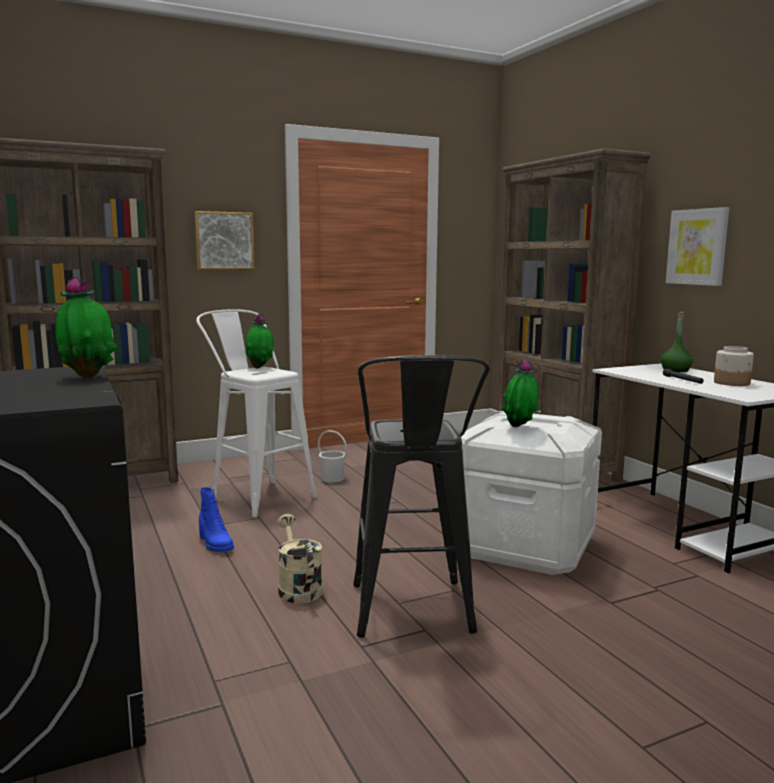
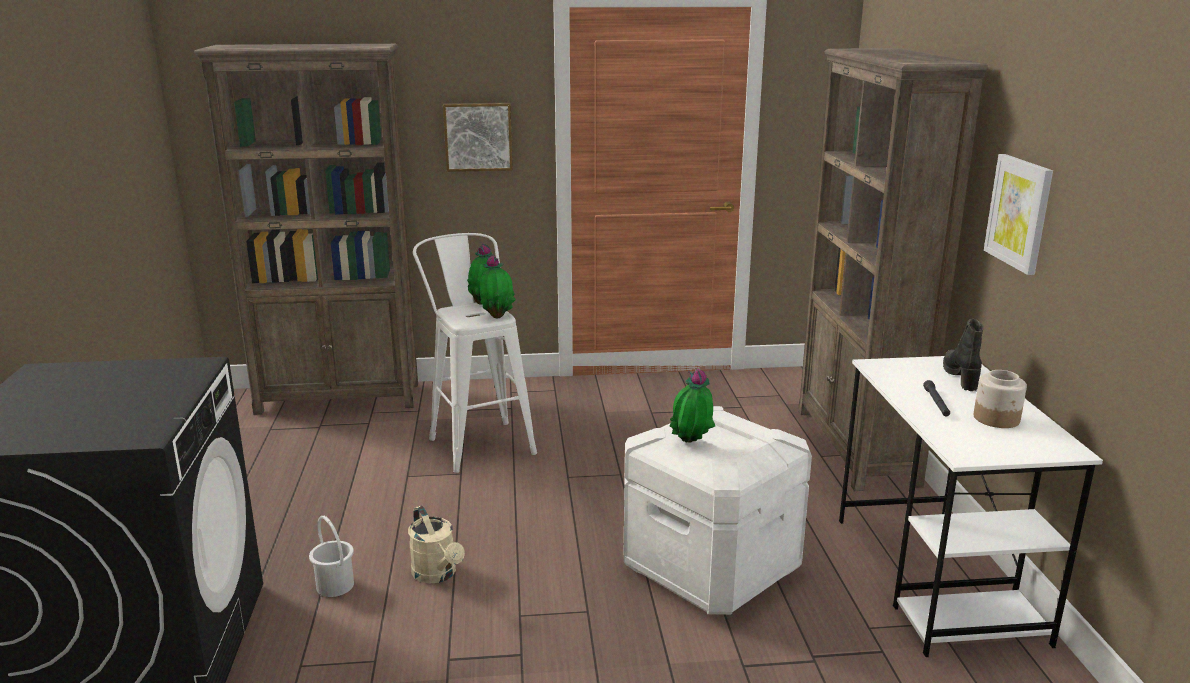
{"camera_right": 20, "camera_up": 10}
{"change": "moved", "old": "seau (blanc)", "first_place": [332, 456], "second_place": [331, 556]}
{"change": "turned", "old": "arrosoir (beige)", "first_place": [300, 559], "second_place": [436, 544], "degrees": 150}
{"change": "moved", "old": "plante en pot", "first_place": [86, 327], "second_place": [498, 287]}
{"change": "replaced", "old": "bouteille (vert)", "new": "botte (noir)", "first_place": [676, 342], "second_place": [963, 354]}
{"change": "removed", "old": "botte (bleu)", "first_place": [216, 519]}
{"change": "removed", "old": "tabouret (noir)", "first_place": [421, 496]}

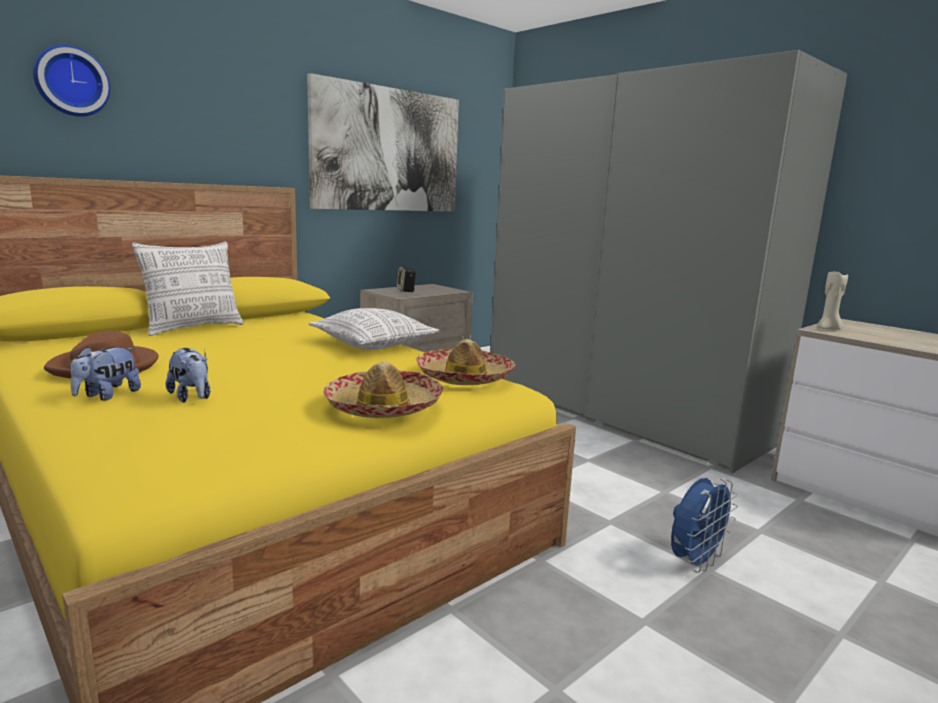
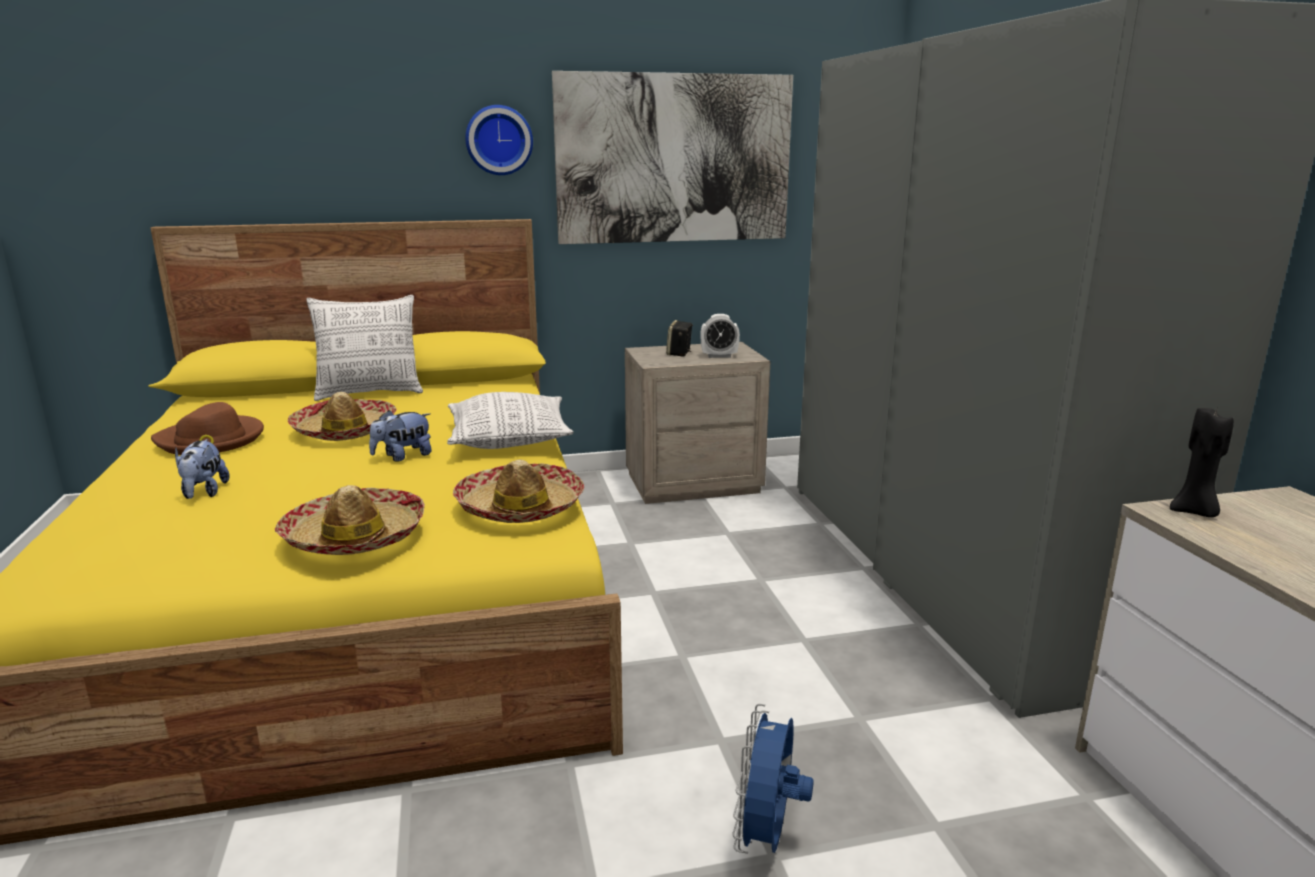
{"camera_right": 30, "camera_up": 5}
{"change": "added", "new": "chapeau", "second_place": [342, 416]}
{"change": "moved", "old": "peluche", "first_place": [106, 373], "second_place": [400, 436]}
{"change": "moved", "old": "horloge murale", "first_place": [71, 81], "second_place": [499, 140]}
{"change": "added", "new": "réveil", "second_place": [720, 336]}
{"change": "turned", "old": "ventilateur (bleu)", "first_place": [704, 525], "second_place": [773, 779], "degrees": 120}
{"change": "recoloured", "old": "bougie (beige)", "new": "bougie (noir)", "first_place": [832, 301], "second_place": [1202, 461]}

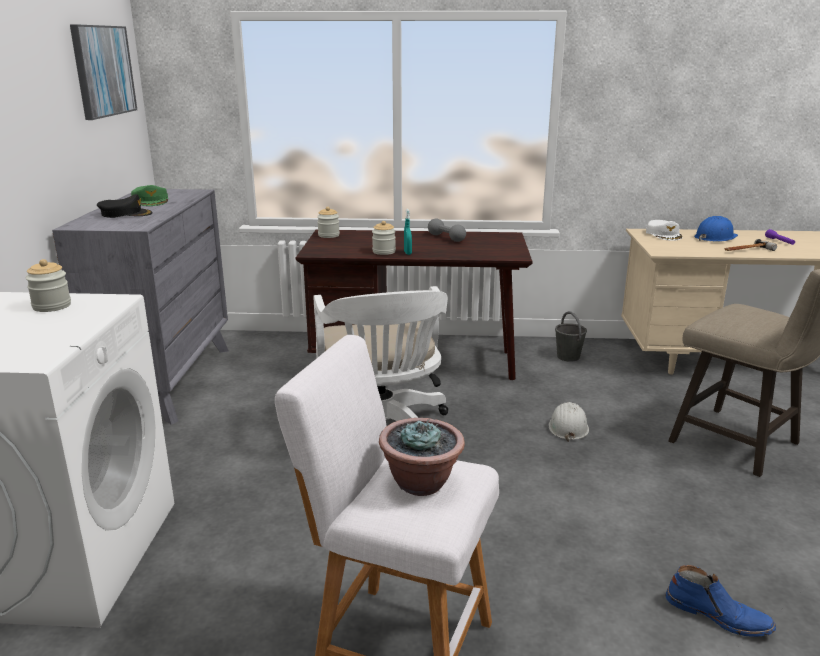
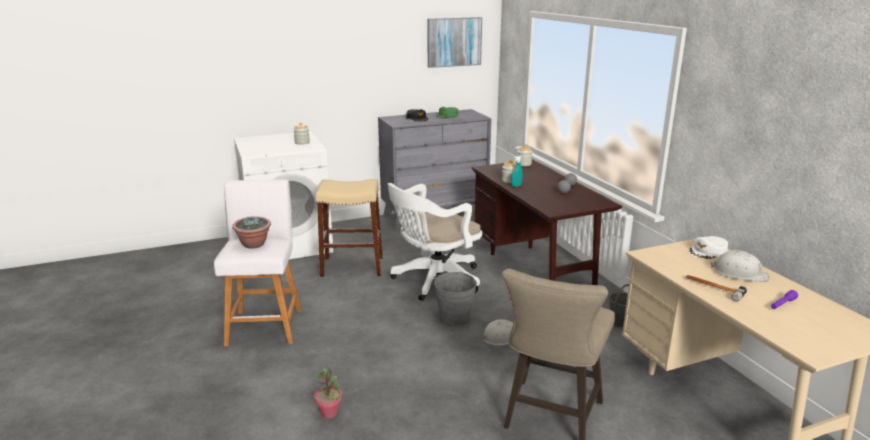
{"camera_right": 65, "camera_up": 0}
{"change": "replaced", "old": "botte (bleu)", "new": "plante en pot", "first_place": [720, 601], "second_place": [328, 393]}
{"change": "added", "new": "tabouret (beige)", "second_place": [349, 228]}
{"change": "added", "new": "seau (gris)", "second_place": [455, 298]}
{"change": "recoloured", "old": "casque de chantier (bleu)", "new": "casque de chantier (blanc)", "first_place": [716, 229], "second_place": [739, 266]}

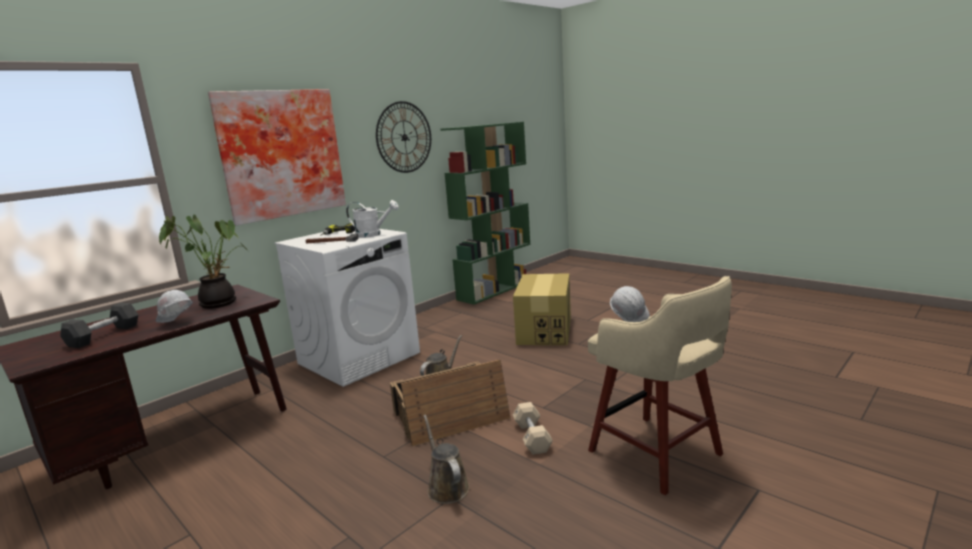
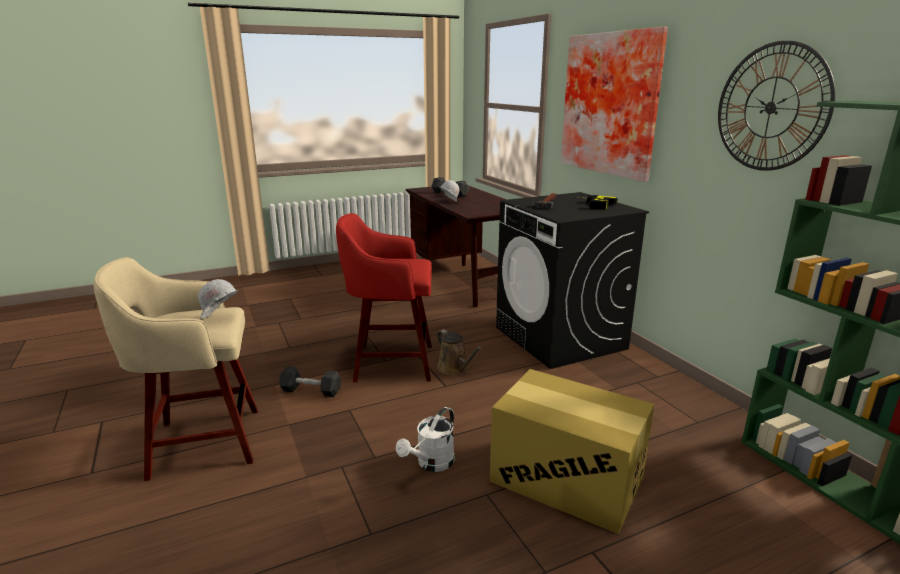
{"camera_right": 110, "camera_up": 5}
{"change": "recoloured", "old": "haltère (beige)", "new": "haltère (noir)", "first_place": [533, 428], "second_place": [310, 381]}
{"change": "replaced", "old": "caisse", "new": "tabouret (rouge)", "first_place": [450, 402], "second_place": [384, 297]}
{"change": "moved", "old": "arrosoir (blanc)", "first_place": [372, 219], "second_place": [425, 439]}
{"change": "recoloured", "old": "lave-linge (blanc)", "new": "lave-linge (noir)", "first_place": [347, 308], "second_place": [572, 280]}
{"change": "removed", "old": "plante en pot", "first_place": [203, 262]}
{"change": "removed", "old": "arrosoir (marron)", "first_place": [446, 459]}

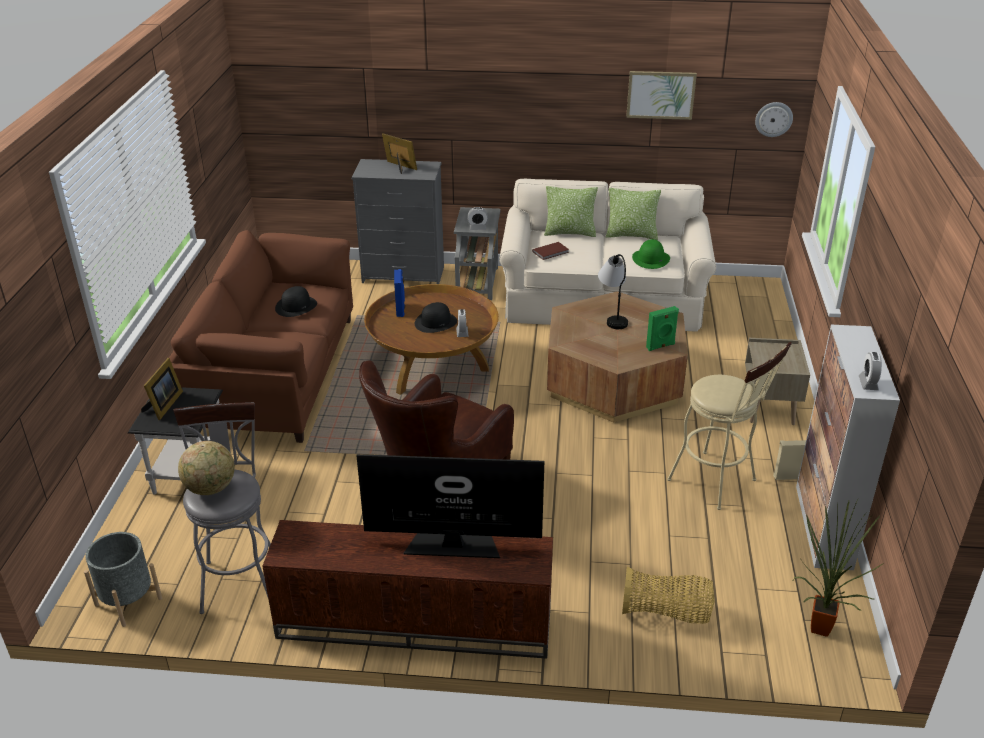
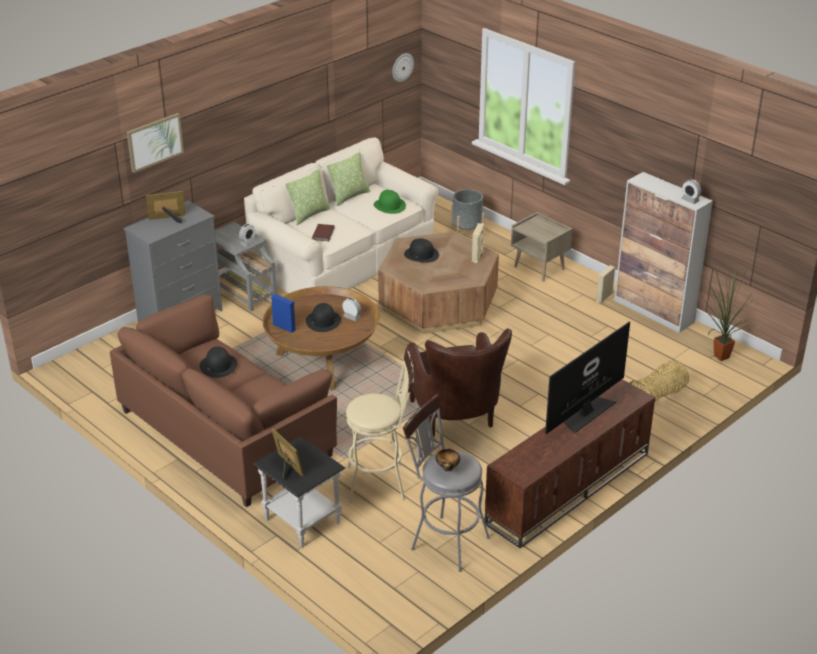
{"camera_right": -50, "camera_up": 0}
{"change": "moved", "old": "tableau", "first_place": [661, 95], "second_place": [155, 143]}
{"change": "moved", "old": "tabouret (beige)", "first_place": [729, 426], "second_place": [380, 425]}
{"change": "replaced", "old": "lampe de table", "new": "chapeau (noir)", "first_place": [613, 291], "second_place": [421, 250]}
{"change": "replaced", "old": "globe", "new": "bol", "first_place": [206, 468], "second_place": [447, 460]}
{"change": "moved", "old": "cache-pot (gris)", "first_place": [123, 579], "second_place": [467, 213]}
{"change": "recoloured", "old": "enceinte (vert)", "new": "enceinte (beige)", "first_place": [662, 328], "second_place": [478, 243]}

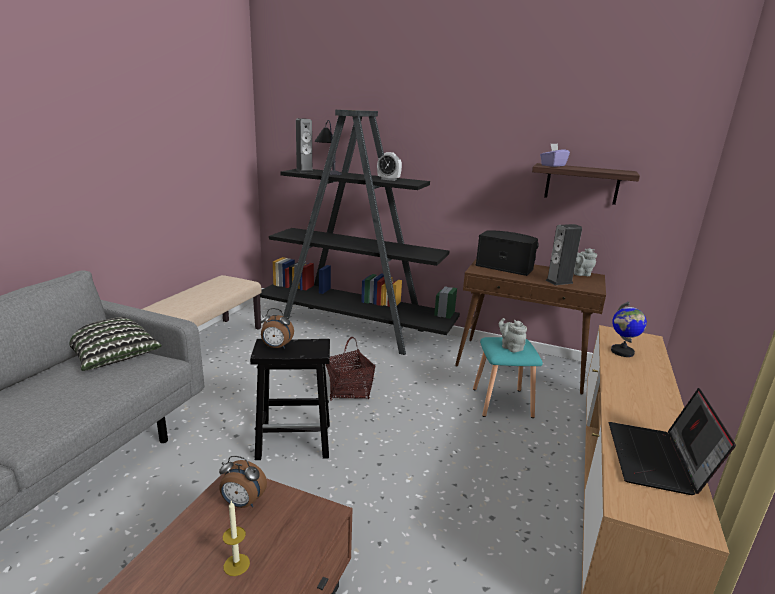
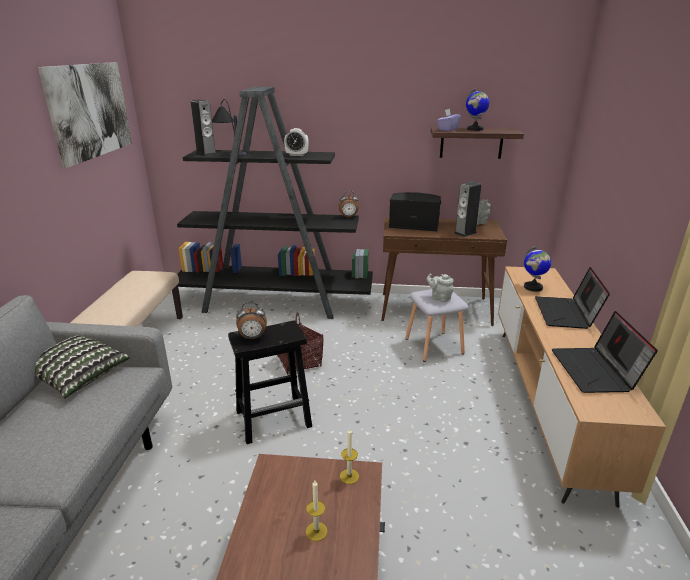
{"camera_right": -15, "camera_up": 5}
{"change": "added", "new": "tableau", "second_place": [85, 115]}
{"change": "moved", "old": "réveil", "first_place": [243, 482], "second_place": [349, 204]}
{"change": "added", "new": "bougie", "second_place": [349, 456]}
{"change": "recoloured", "old": "tabouret (turquoise)", "new": "tabouret (gris)", "first_place": [508, 377], "second_place": [437, 325]}
{"change": "added", "new": "globe", "second_place": [478, 109]}
{"change": "added", "new": "ordinateur portable", "second_place": [572, 298]}

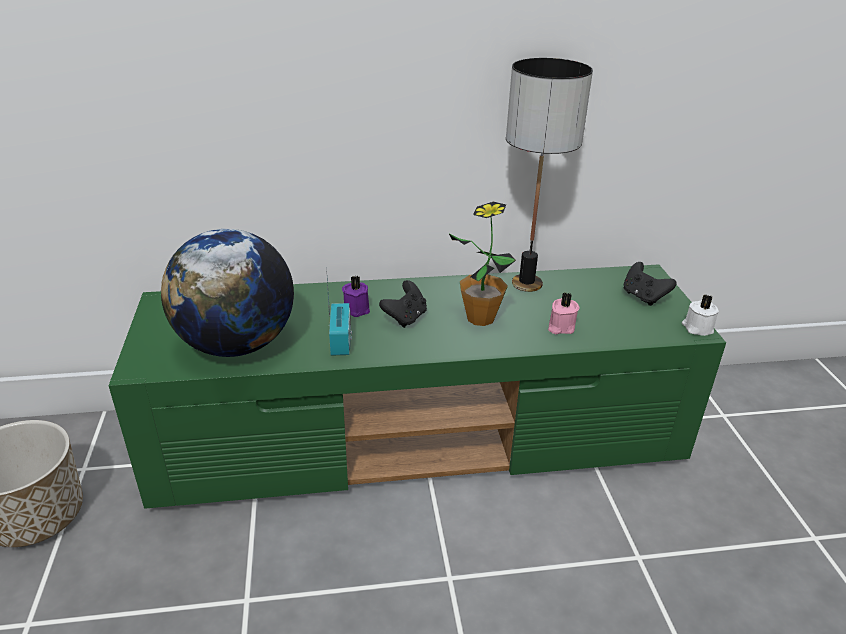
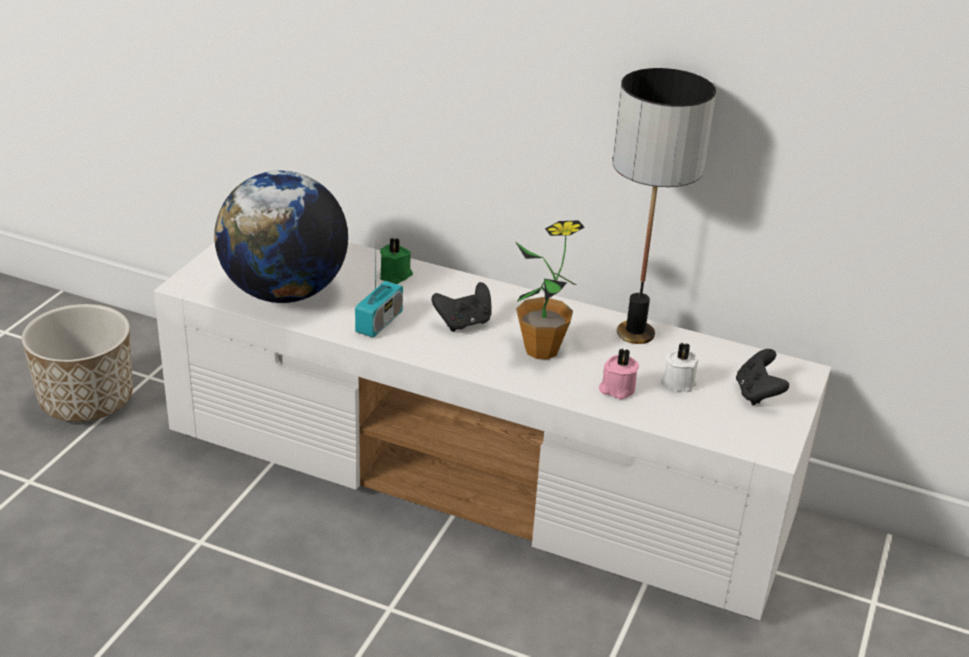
{"camera_right": 30, "camera_up": 0}
{"change": "recoloured", "old": "meuble télé (vert)", "new": "meuble télé (blanc)", "first_place": [417, 386], "second_place": [492, 431]}
{"change": "added", "new": "bougie (vert)", "second_place": [396, 261]}
{"change": "moved", "old": "bougie (blanc)", "first_place": [700, 315], "second_place": [679, 367]}
{"change": "removed", "old": "bougie (violet)", "first_place": [356, 296]}

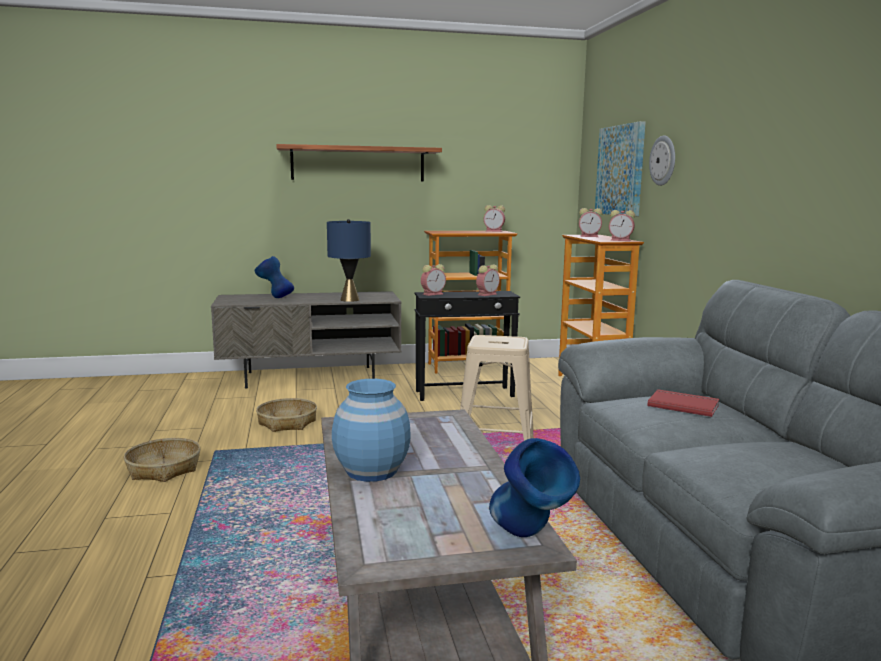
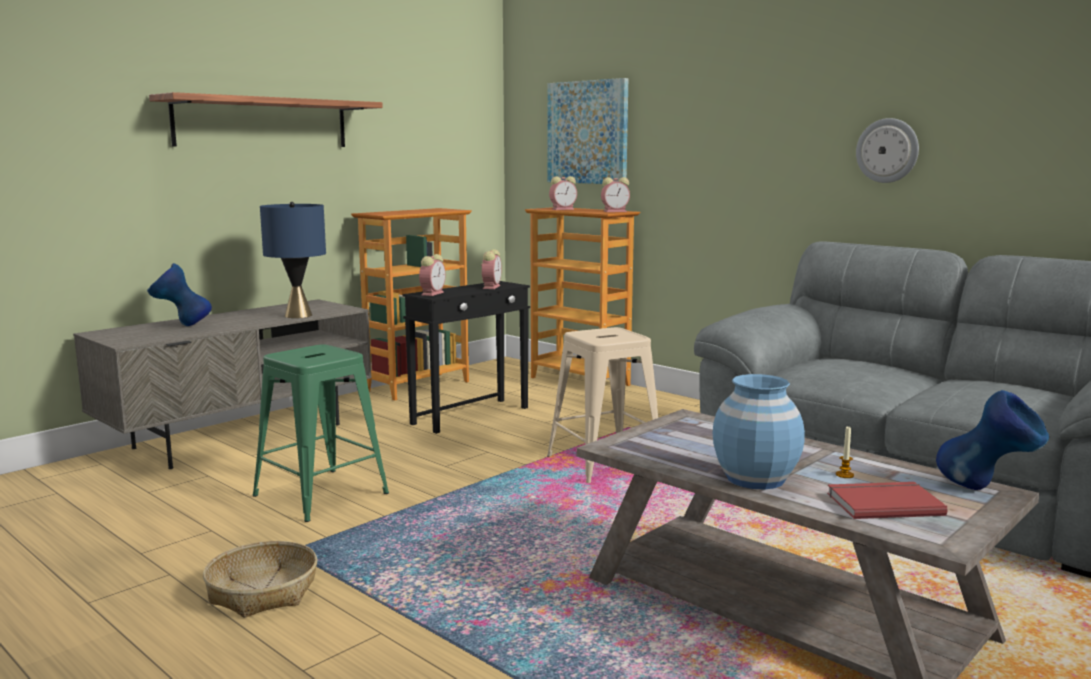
{"camera_right": -35, "camera_up": 0}
{"change": "replaced", "old": "panier", "new": "tabouret (vert)", "first_place": [286, 415], "second_place": [321, 433]}
{"change": "moved", "old": "livre (rouge)", "first_place": [683, 403], "second_place": [887, 500]}
{"change": "added", "new": "bougie", "second_place": [845, 452]}
{"change": "moved", "old": "horloge murale", "first_place": [662, 161], "second_place": [887, 150]}
{"change": "removed", "old": "réveil", "first_place": [494, 218]}

